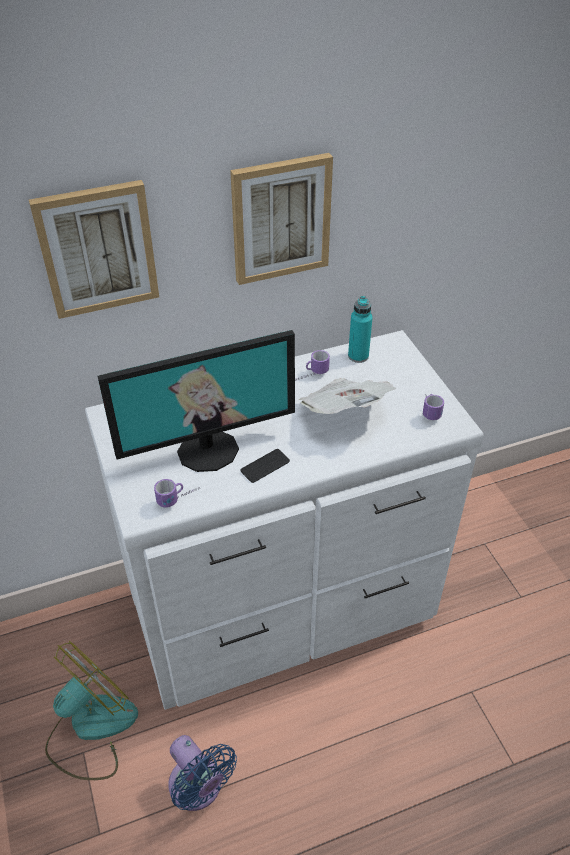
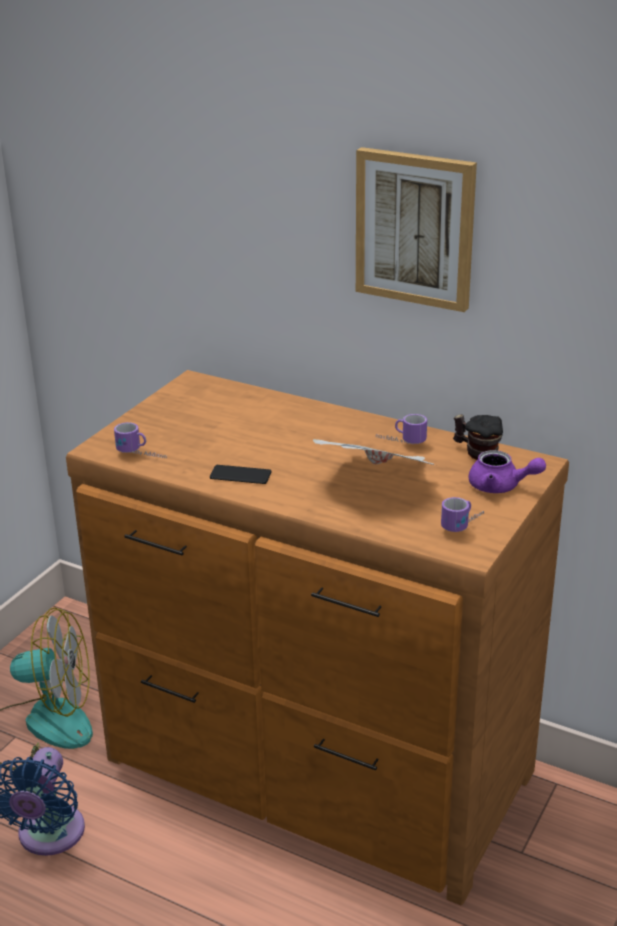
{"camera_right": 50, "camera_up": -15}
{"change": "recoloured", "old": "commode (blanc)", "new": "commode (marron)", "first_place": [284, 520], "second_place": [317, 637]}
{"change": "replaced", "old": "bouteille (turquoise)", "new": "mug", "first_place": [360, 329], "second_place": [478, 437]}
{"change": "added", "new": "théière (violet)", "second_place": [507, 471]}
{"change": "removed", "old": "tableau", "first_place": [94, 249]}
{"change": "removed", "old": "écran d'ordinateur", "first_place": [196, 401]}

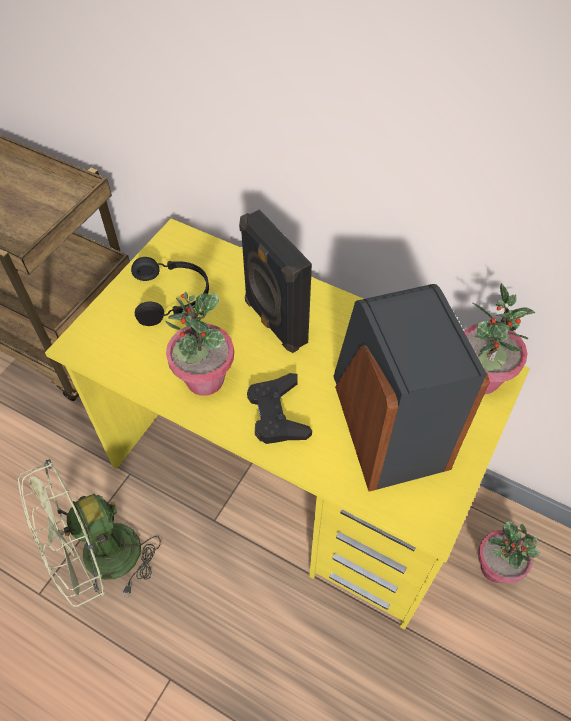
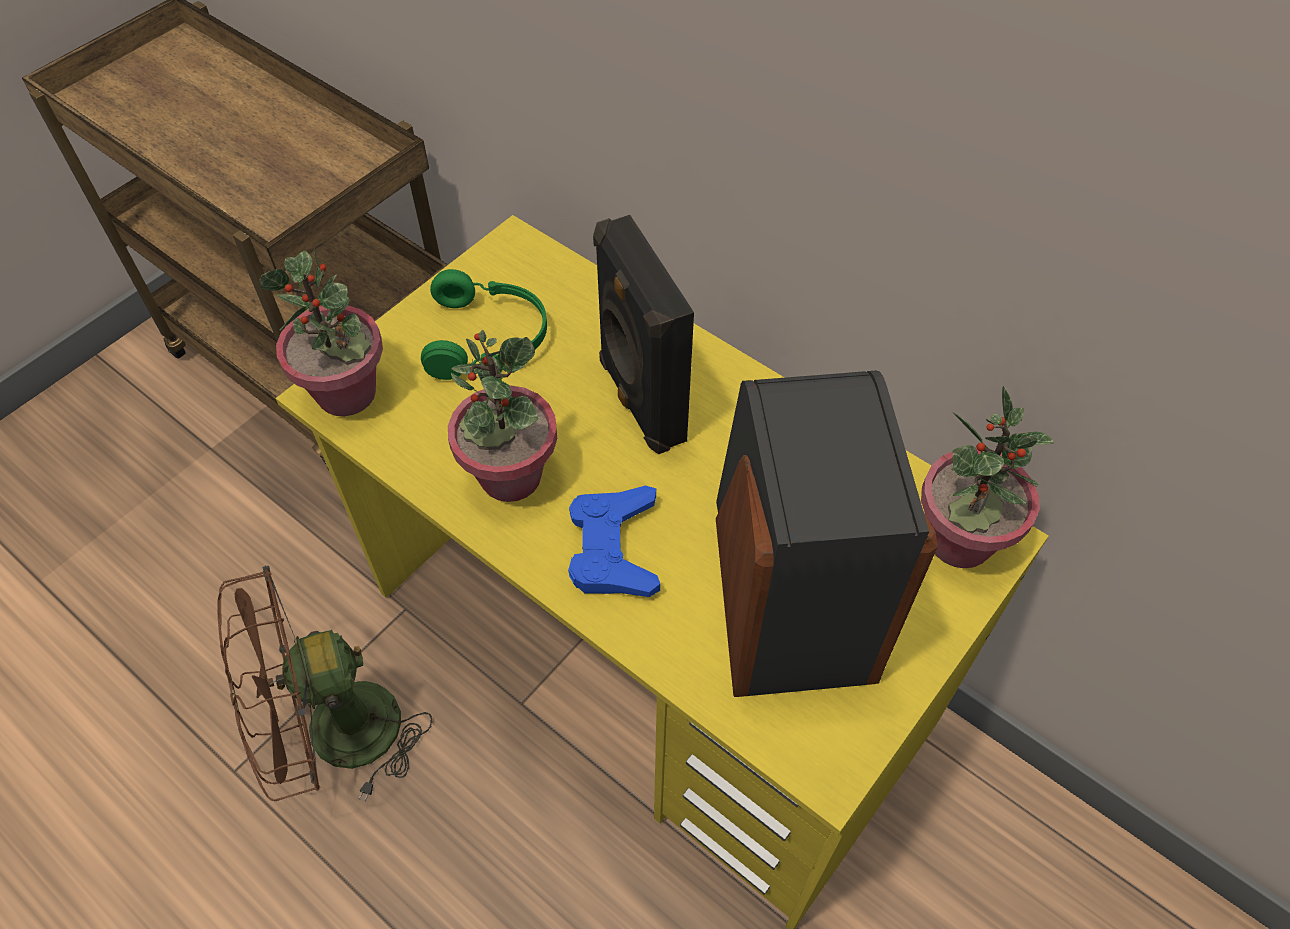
{"camera_right": 10, "camera_up": 0}
{"change": "recoloured", "old": "ventilateur (vert)", "new": "ventilateur (marron)", "first_place": [89, 533], "second_place": [325, 683]}
{"change": "moved", "old": "plante en pot", "first_place": [509, 552], "second_place": [321, 332]}
{"change": "recoloured", "old": "casque audio (noir)", "new": "casque audio (vert)", "first_place": [170, 291], "second_place": [484, 324]}
{"change": "recoloured", "old": "manette (noir)", "new": "manette (bleu)", "first_place": [279, 408], "second_place": [614, 541]}

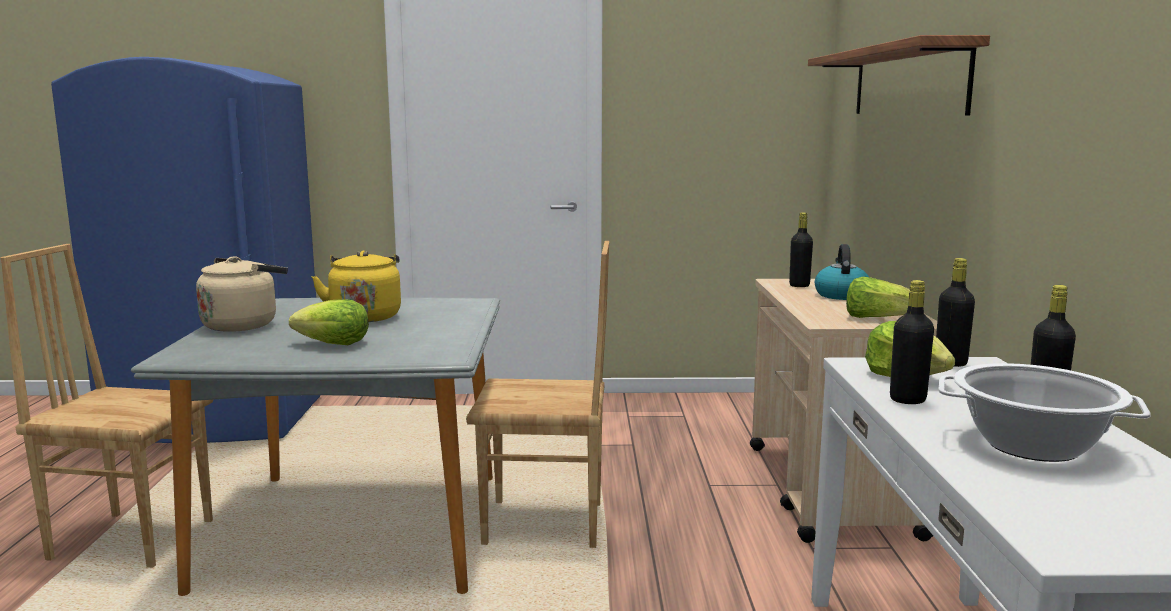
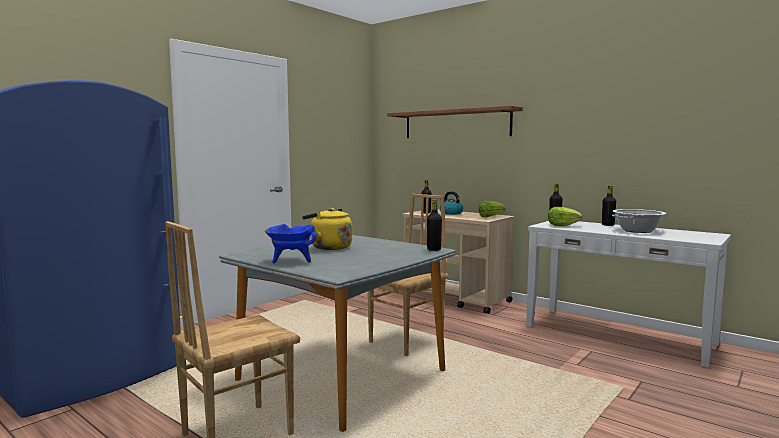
{"camera_right": -50, "camera_up": -5}
{"change": "replaced", "old": "bouilloire (beige)", "new": "marmite (bleu)", "first_place": [242, 294], "second_place": [291, 243]}
{"change": "moved", "old": "bouteille (noir)", "first_place": [912, 342], "second_place": [434, 225]}
{"change": "removed", "old": "laitue", "first_place": [329, 322]}

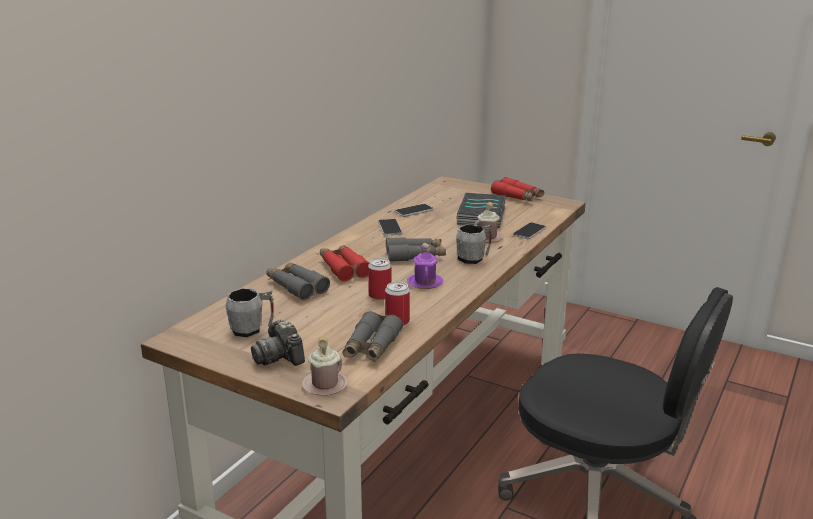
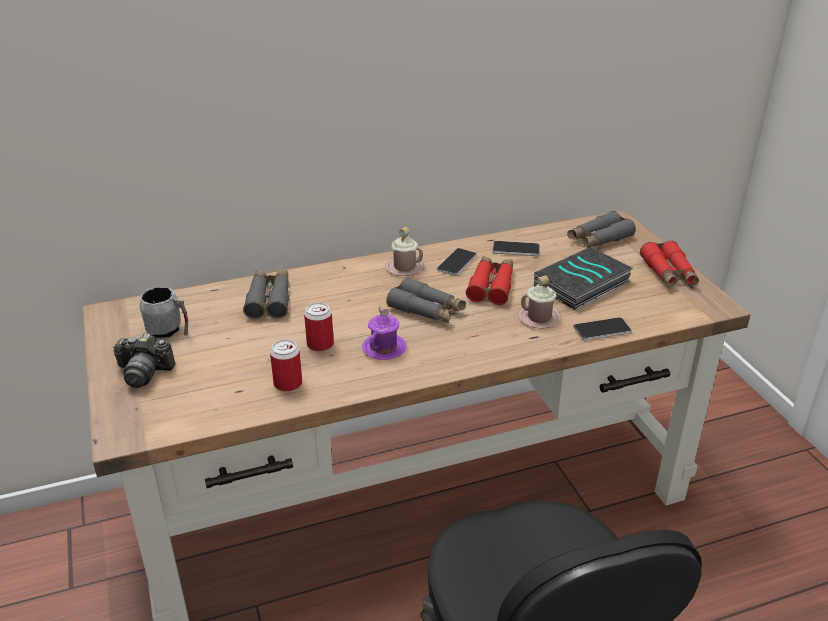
{"camera_right": 40, "camera_up": 10}
{"change": "turned", "old": "appareil photo", "first_place": [278, 343], "second_place": [144, 360], "degrees": -90}
{"change": "moved", "old": "mug (rose)", "first_place": [325, 365], "second_place": [404, 251]}
{"change": "moved", "old": "jumelles (rouge)", "first_place": [344, 263], "second_place": [489, 280]}
{"change": "moved", "old": "jumelles (gris)", "first_place": [373, 336], "second_place": [601, 230]}
{"change": "removed", "old": "mug (gris)", "first_place": [474, 244]}

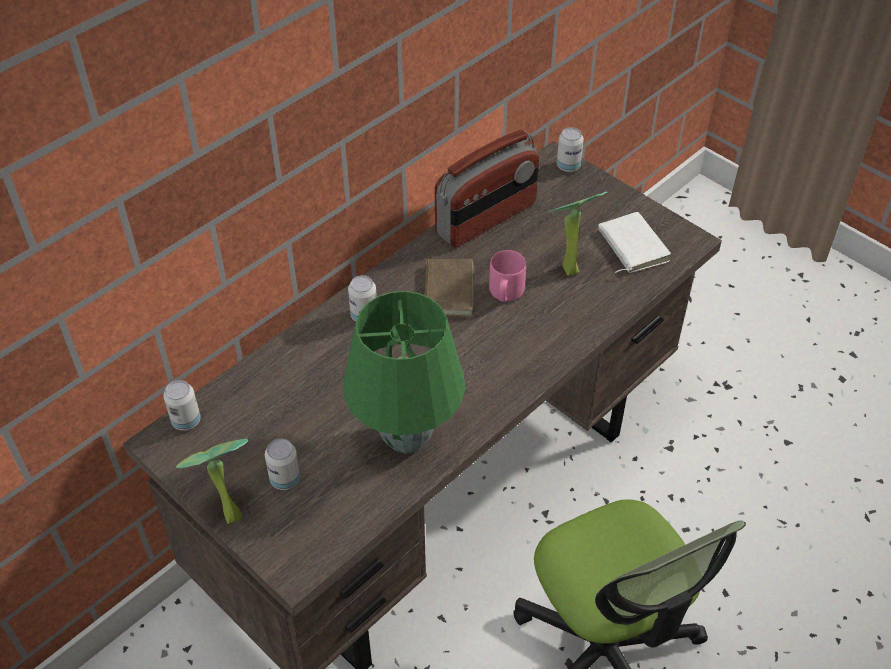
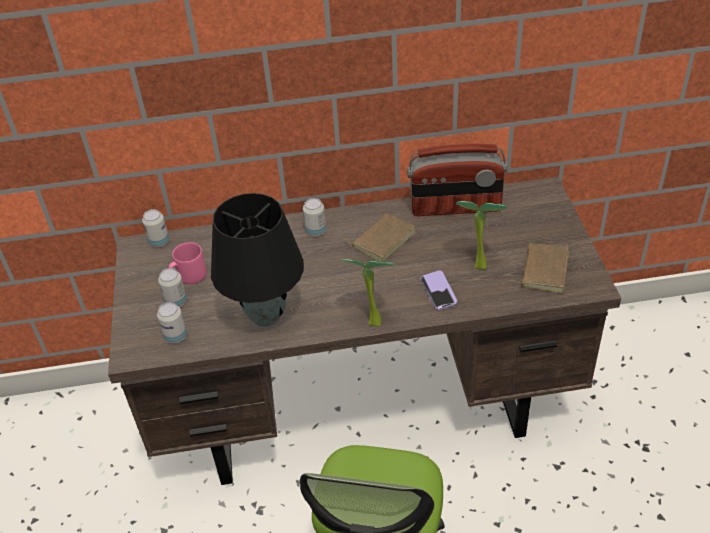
{"camera_right": 40, "camera_up": -5}
{"change": "moved", "old": "boîte métallique", "first_place": [570, 149], "second_place": [172, 322]}
{"change": "moved", "old": "mug (rose)", "first_place": [507, 276], "second_place": [188, 263]}
{"change": "recoloured", "old": "lampe de table (vert)", "new": "lampe de table (noir)", "first_place": [404, 372], "second_place": [257, 259]}
{"change": "moved", "old": "plante en pot", "first_place": [212, 481], "second_place": [368, 292]}
{"change": "added", "new": "téléphone", "second_place": [438, 291]}
{"change": "recoloured", "old": "livre (blanc)", "new": "livre (marron)", "first_place": [634, 242], "second_place": [539, 268]}

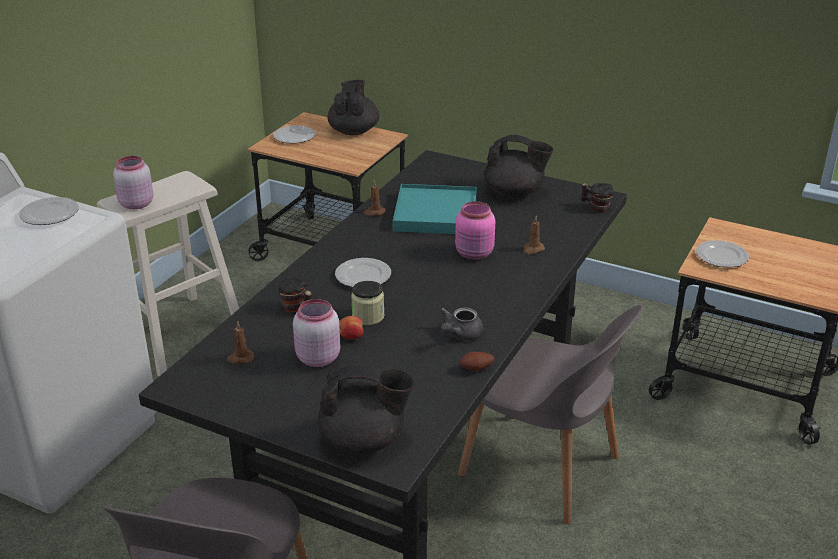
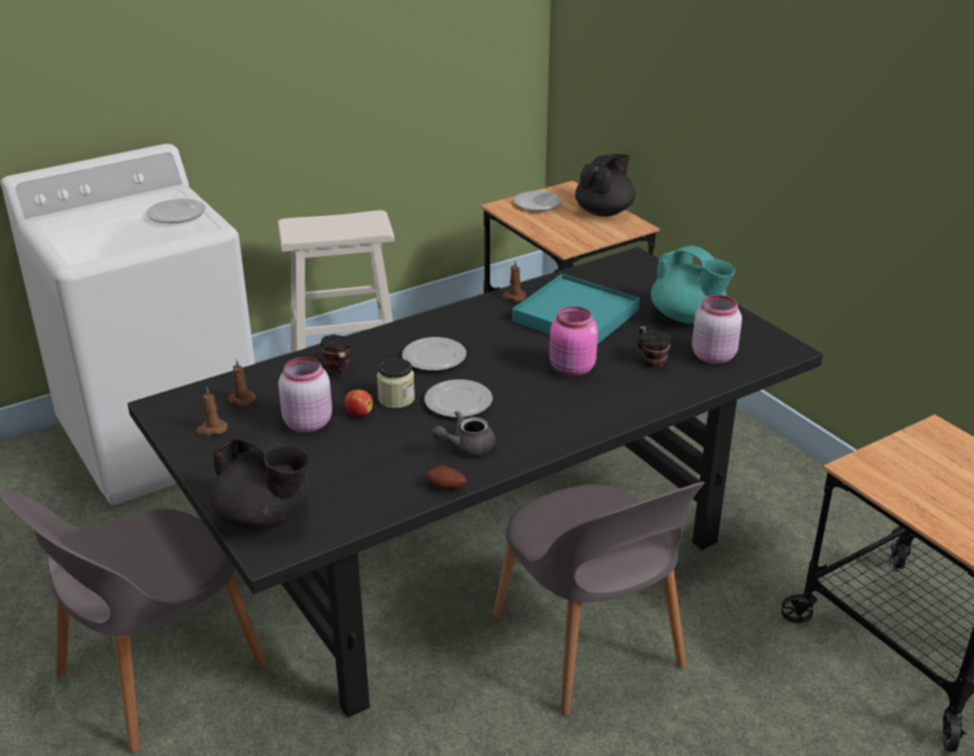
{"camera_right": 30, "camera_up": 0}
{"change": "moved", "old": "bougie (marron)", "first_place": [534, 235], "second_place": [211, 411]}
{"change": "moved", "old": "assiette", "first_place": [722, 253], "second_place": [458, 398]}
{"change": "moved", "old": "mug", "first_place": [597, 197], "second_place": [655, 347]}
{"change": "recoloured", "old": "théière (noir)", "new": "théière (turquoise)", "first_place": [518, 166], "second_place": [693, 284]}
{"change": "moved", "old": "bocal (rose)", "first_place": [133, 182], "second_place": [717, 329]}

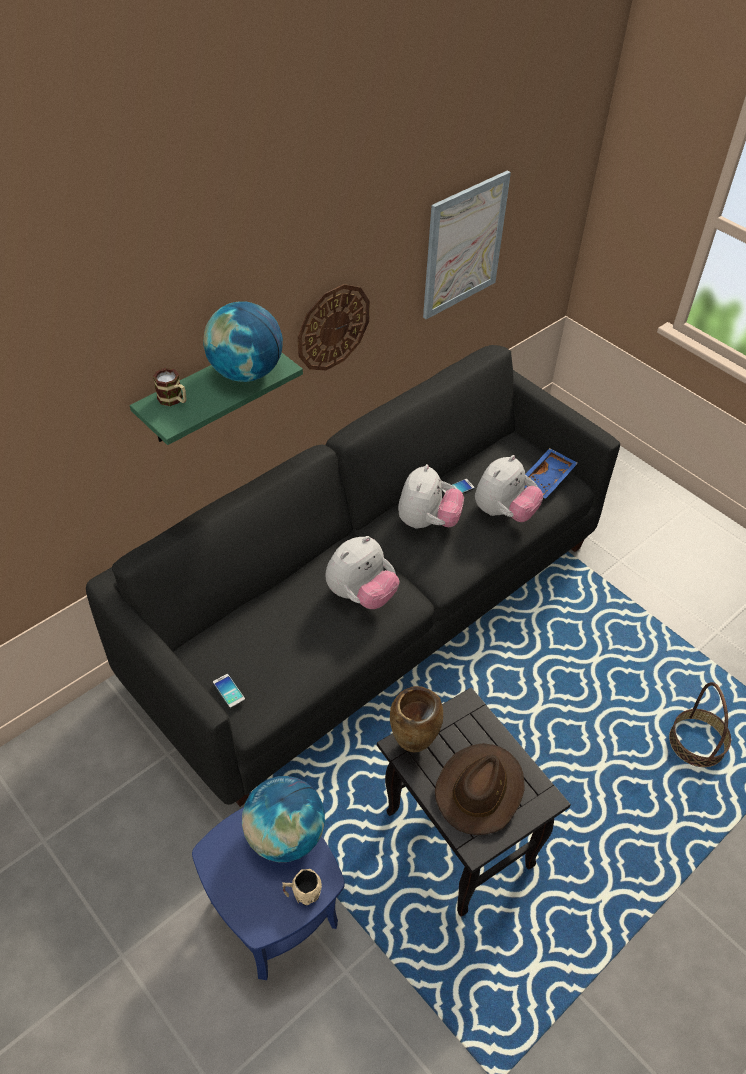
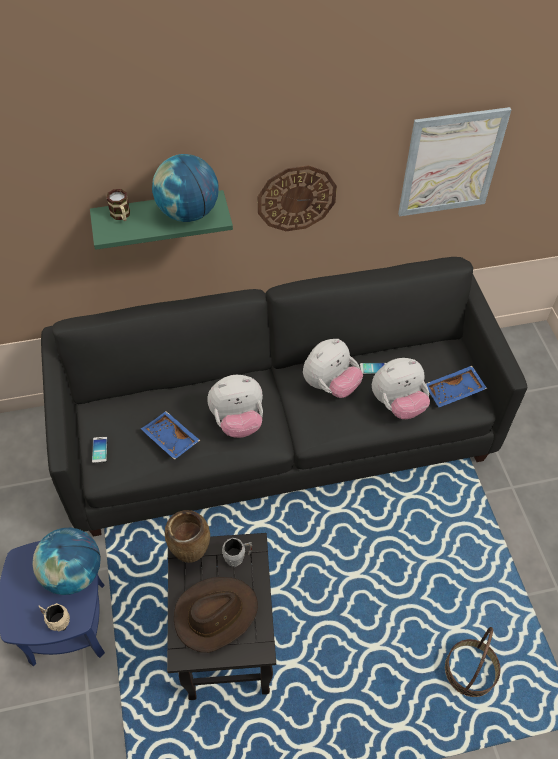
{"camera_right": 30, "camera_up": 5}
{"change": "added", "new": "plateau (bleu)", "second_place": [170, 435]}
{"change": "added", "new": "mug (gris)", "second_place": [237, 552]}

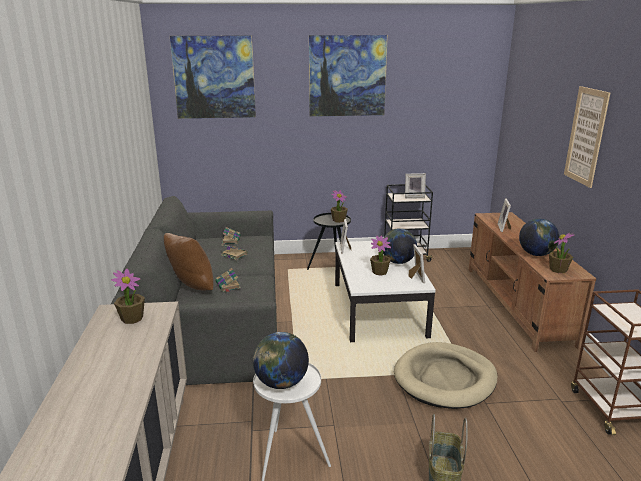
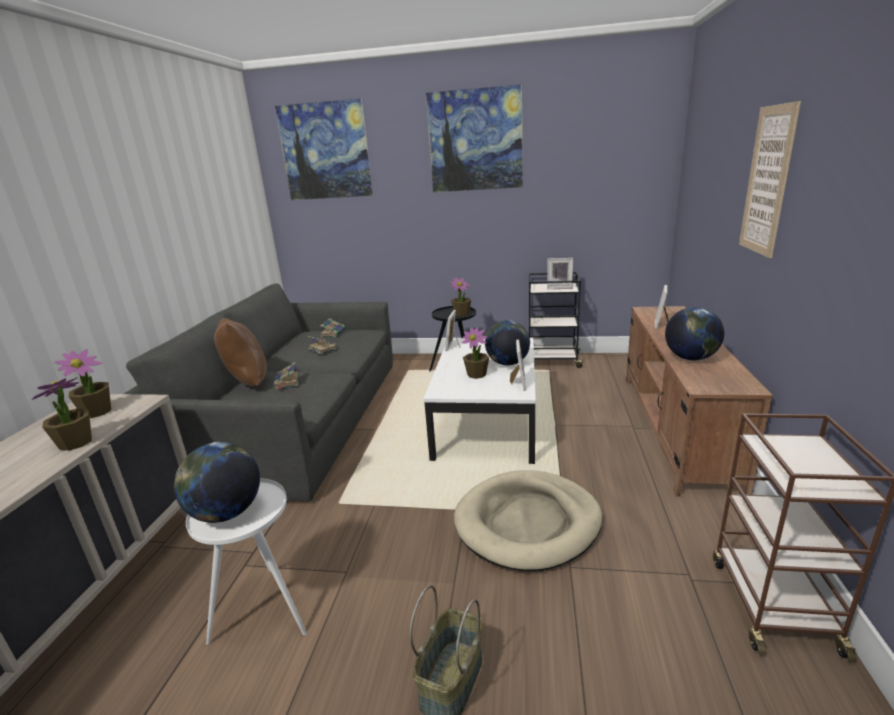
{"camera_right": 15, "camera_up": 0}
{"change": "moved", "old": "plante en pot", "first_place": [562, 253], "second_place": [61, 414]}

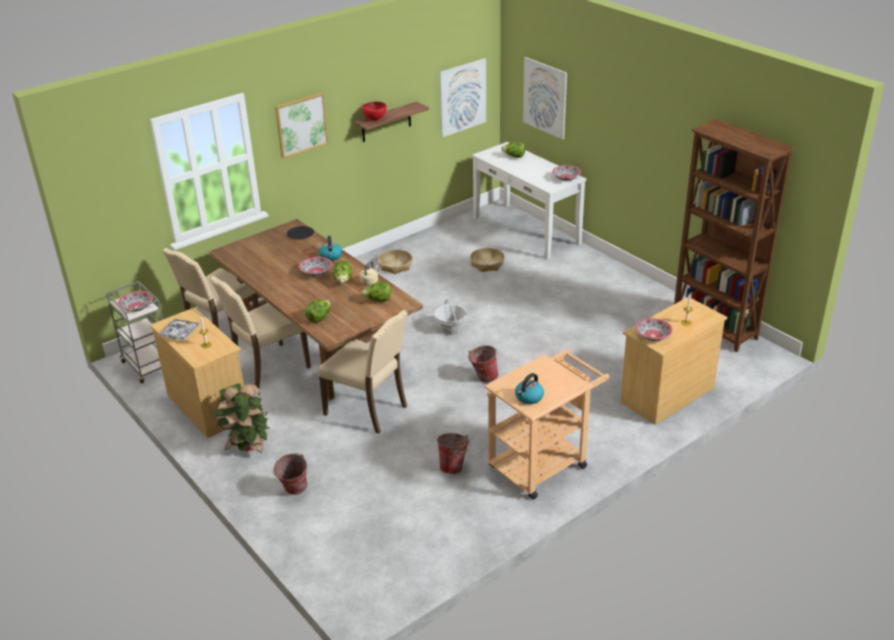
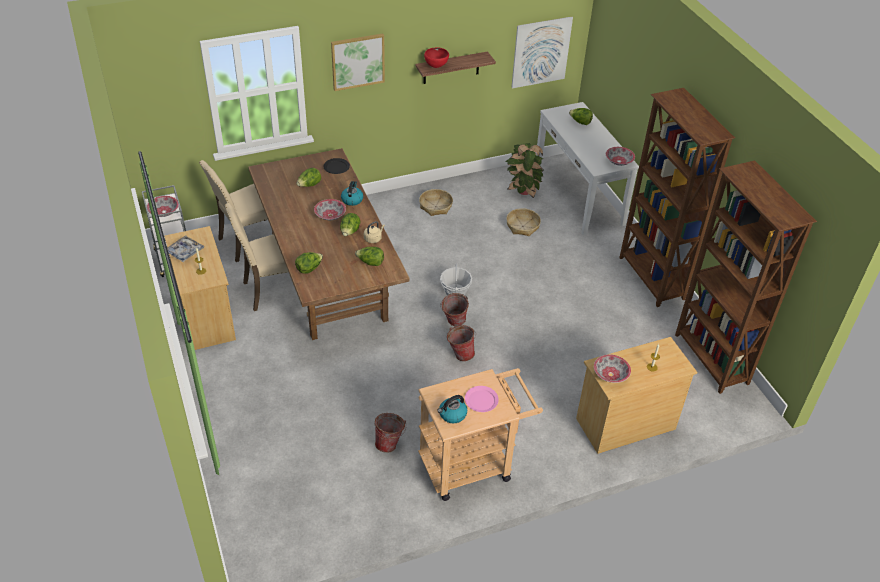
{"camera_right": 15, "camera_up": 10}
{"change": "added", "new": "laitue", "second_place": [308, 177]}
{"change": "moved", "old": "seau", "first_place": [290, 474], "second_place": [454, 309]}
{"change": "added", "new": "assiette (rose)", "second_place": [482, 399]}
{"change": "moved", "old": "plante en pot", "first_place": [241, 418], "second_place": [525, 170]}
{"change": "added", "new": "bibliothèque (marron)", "second_place": [677, 197]}
{"change": "removed", "old": "chaise (beige)", "first_place": [363, 372]}
{"change": "removed", "old": "tableau", "first_place": [545, 98]}

